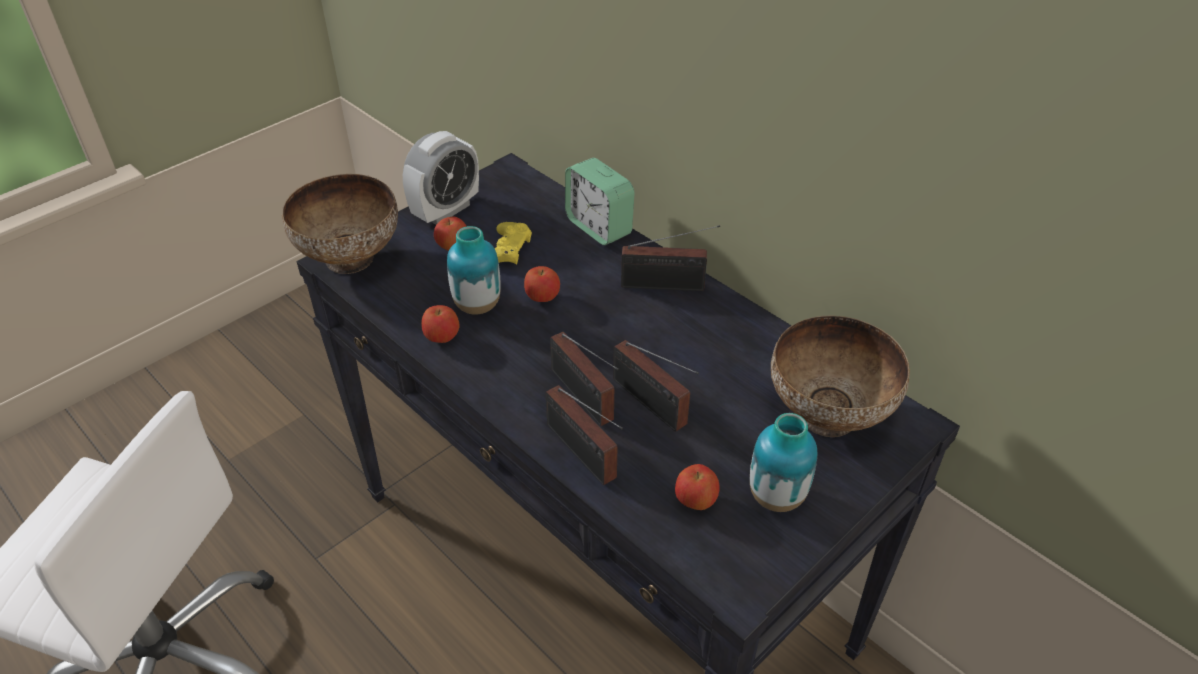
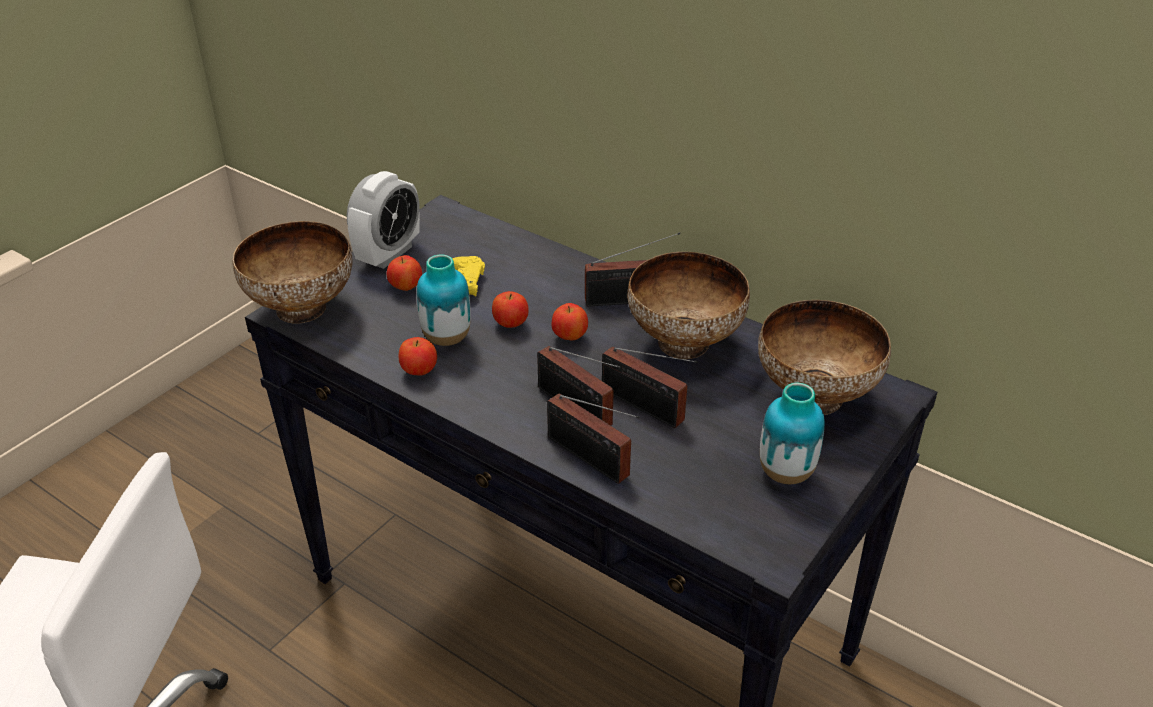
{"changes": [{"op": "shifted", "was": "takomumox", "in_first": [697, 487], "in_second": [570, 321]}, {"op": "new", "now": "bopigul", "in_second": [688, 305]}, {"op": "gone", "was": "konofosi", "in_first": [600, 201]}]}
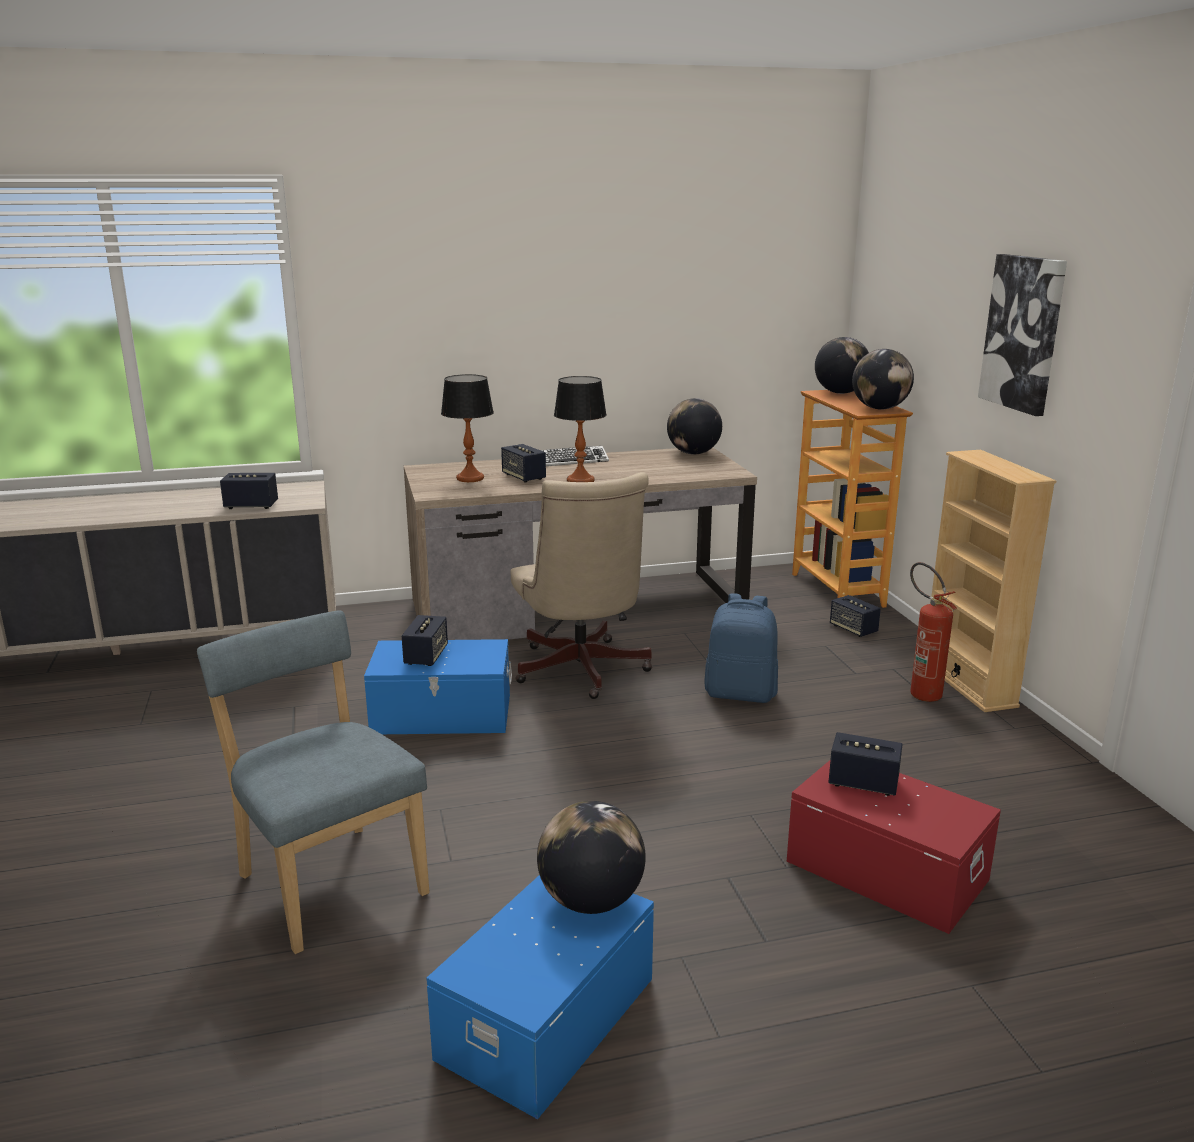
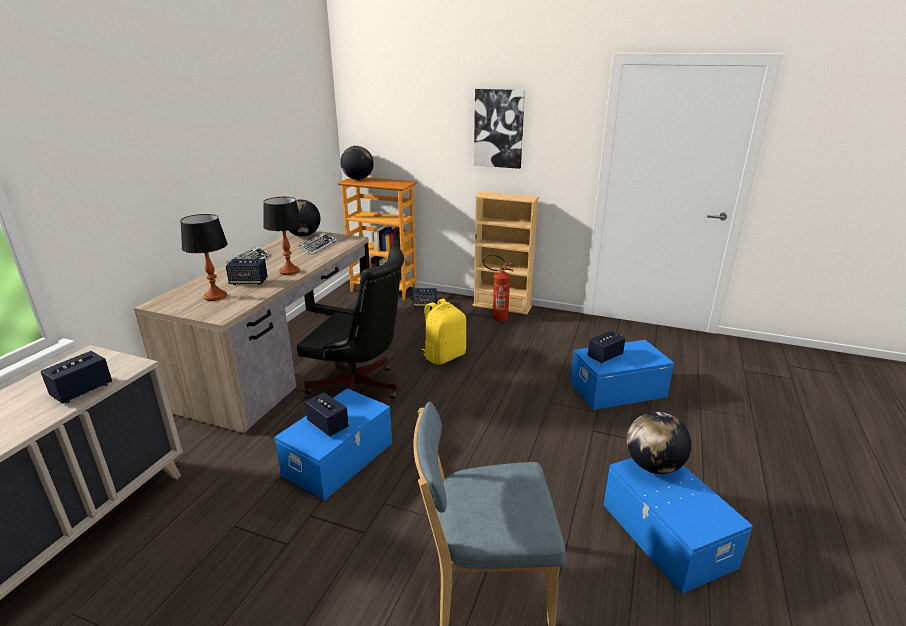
{"changes": [{"op": "repainted", "was": "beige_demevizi", "now": "black_demevizi", "in_first": [581, 585], "in_second": [350, 323]}, {"op": "new", "now": "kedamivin", "in_second": [317, 243]}, {"op": "repainted", "was": "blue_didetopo", "now": "yellow_didetopo", "in_first": [741, 648], "in_second": [444, 332]}, {"op": "repainted", "was": "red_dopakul", "now": "blue_dopakul", "in_first": [894, 847], "in_second": [622, 375]}, {"op": "gone", "was": "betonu", "in_first": [883, 379]}]}
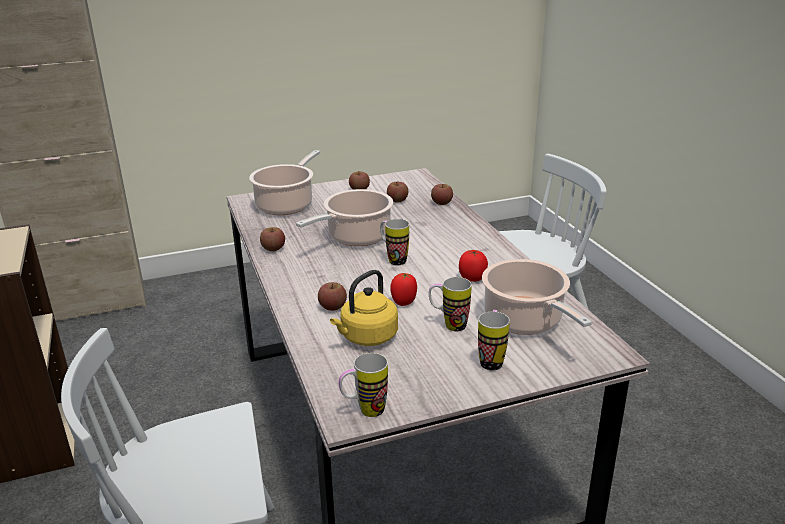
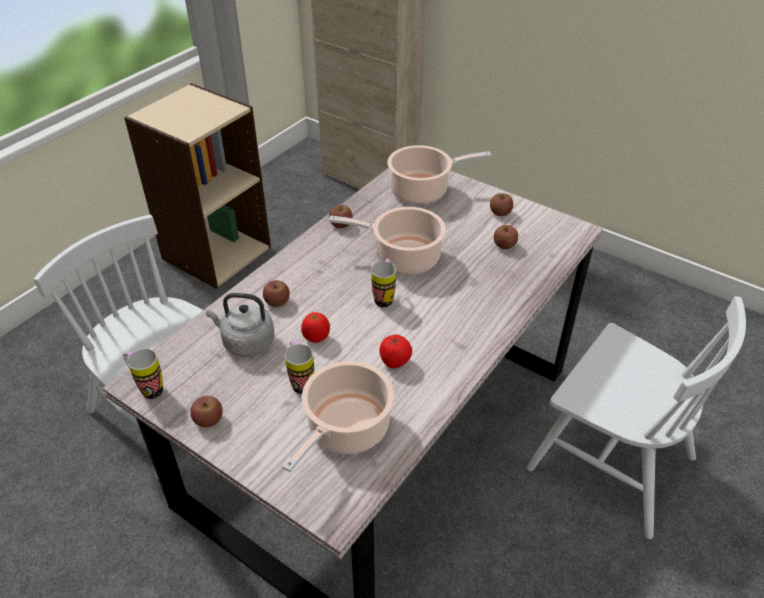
{"changes": [{"op": "shifted", "was": "takomumox", "in_first": [442, 194], "in_second": [206, 411]}, {"op": "repainted", "was": "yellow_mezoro", "now": "grey_mezoro", "in_first": [364, 308], "in_second": [240, 325]}, {"op": "gone", "was": "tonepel", "in_first": [494, 340]}]}
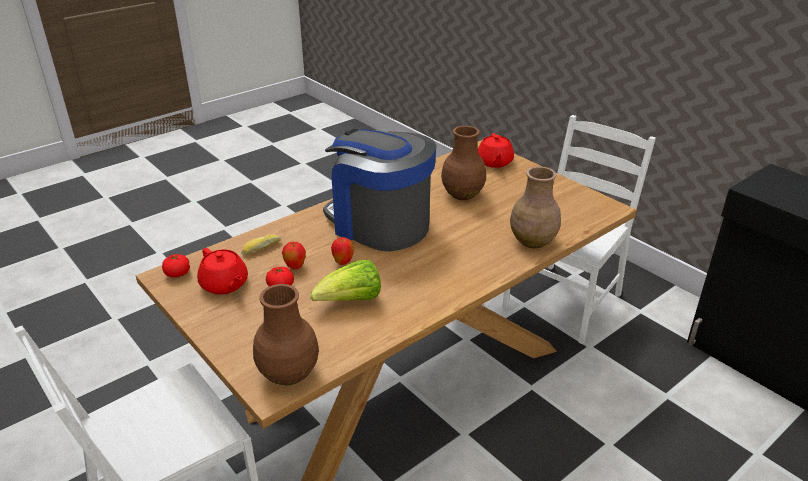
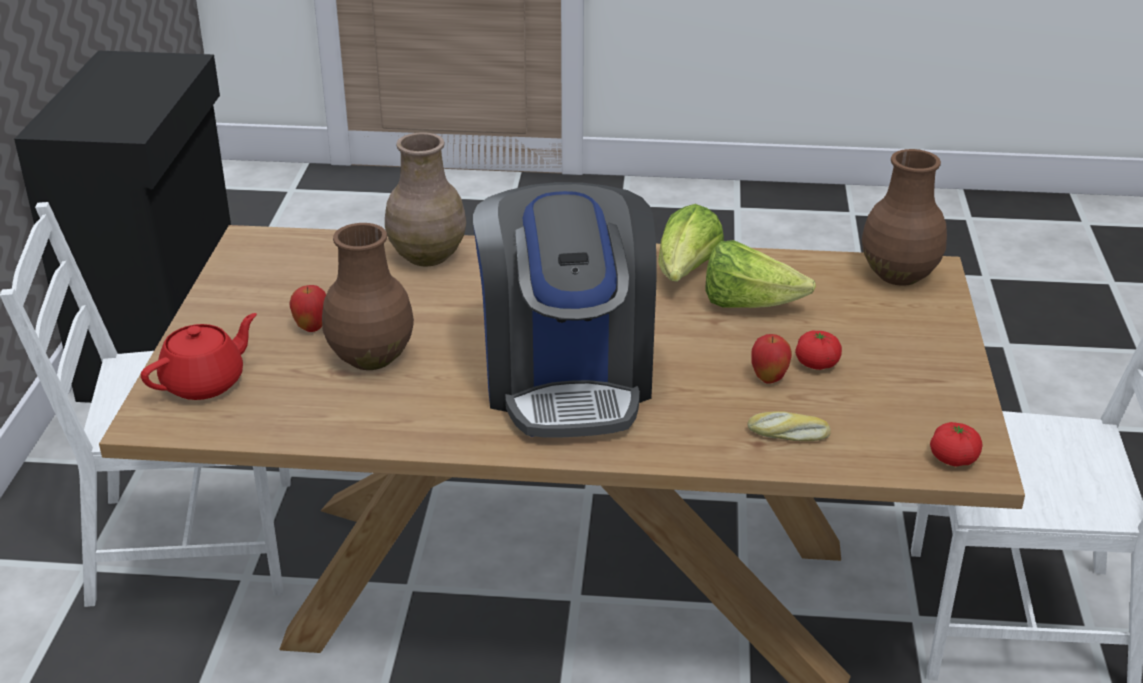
{"changes": [{"op": "shifted", "was": "takomumox", "in_first": [342, 251], "in_second": [307, 308]}, {"op": "new", "now": "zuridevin", "in_second": [691, 243]}, {"op": "gone", "was": "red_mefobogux", "in_first": [222, 271]}]}
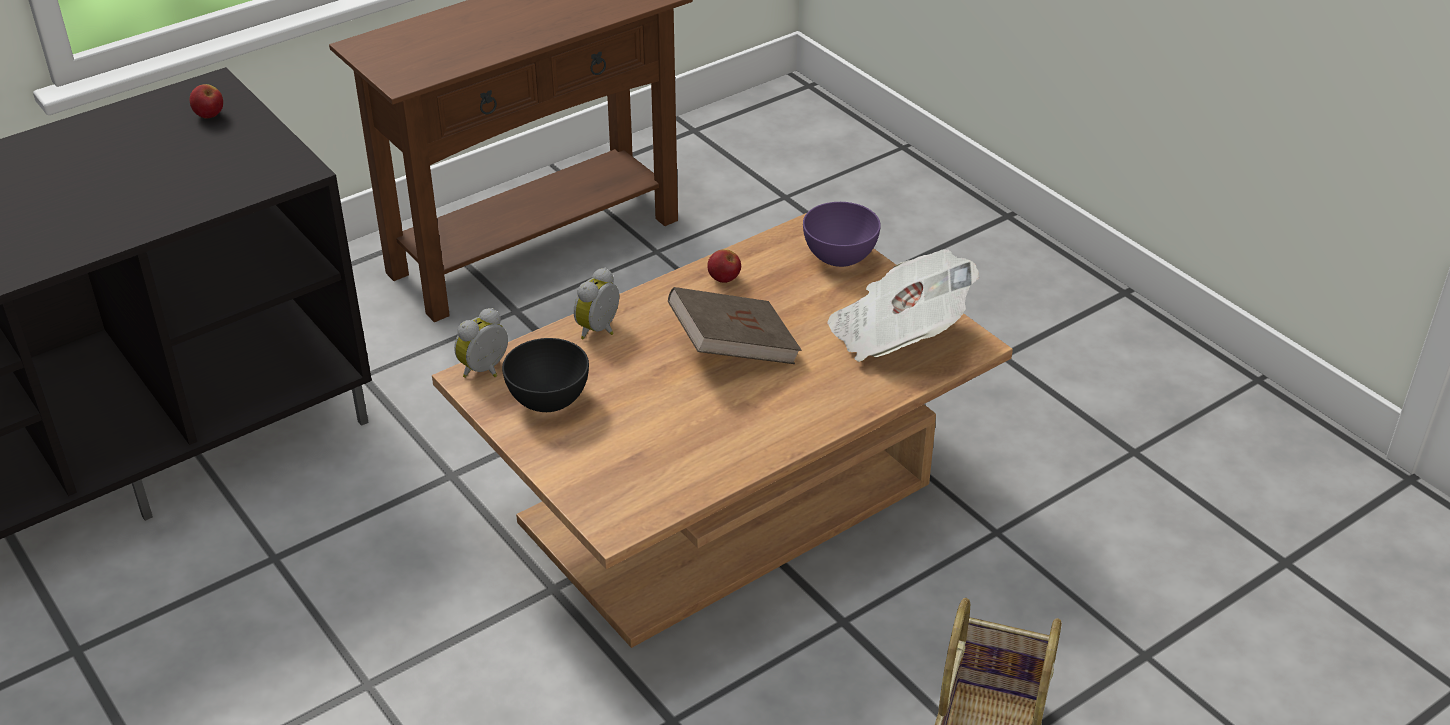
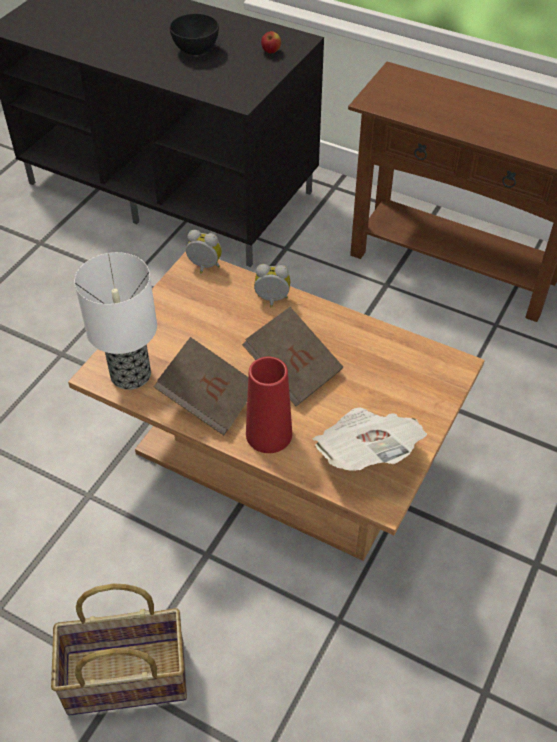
{"changes": [{"op": "new", "now": "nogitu", "in_second": [115, 321]}, {"op": "new", "now": "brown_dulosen", "in_second": [201, 386]}, {"op": "shifted", "was": "black_bopigul", "in_first": [545, 375], "in_second": [194, 34]}, {"op": "new", "now": "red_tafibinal", "in_second": [269, 405]}, {"op": "gone", "was": "takomumox", "in_first": [724, 266]}, {"op": "gone", "was": "purple_bopigul", "in_first": [842, 234]}]}
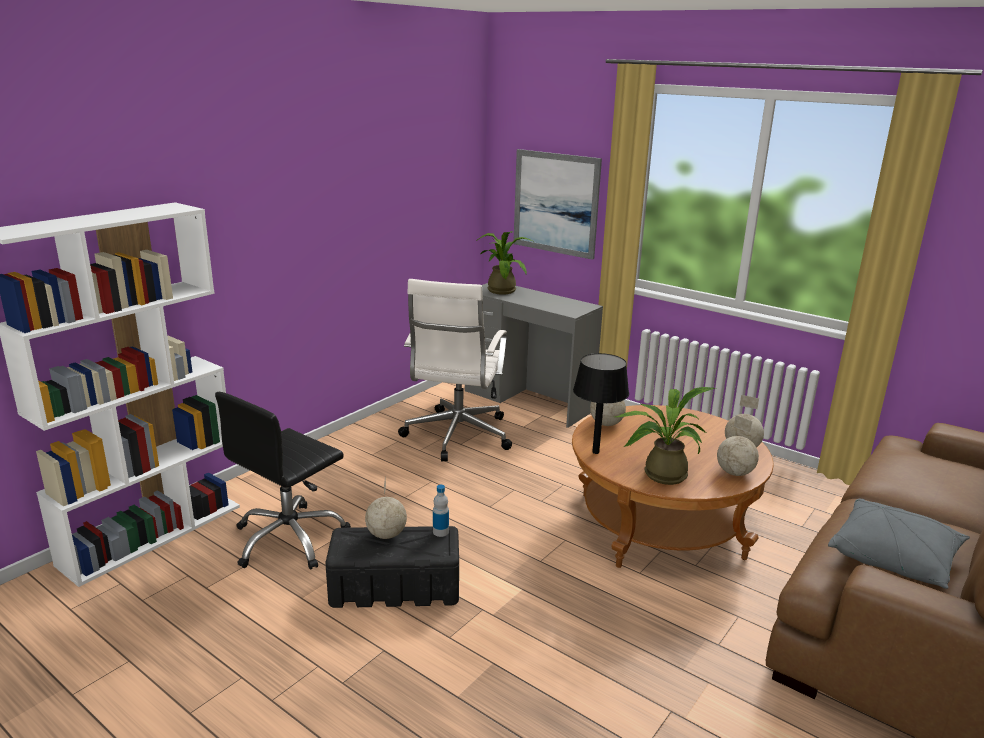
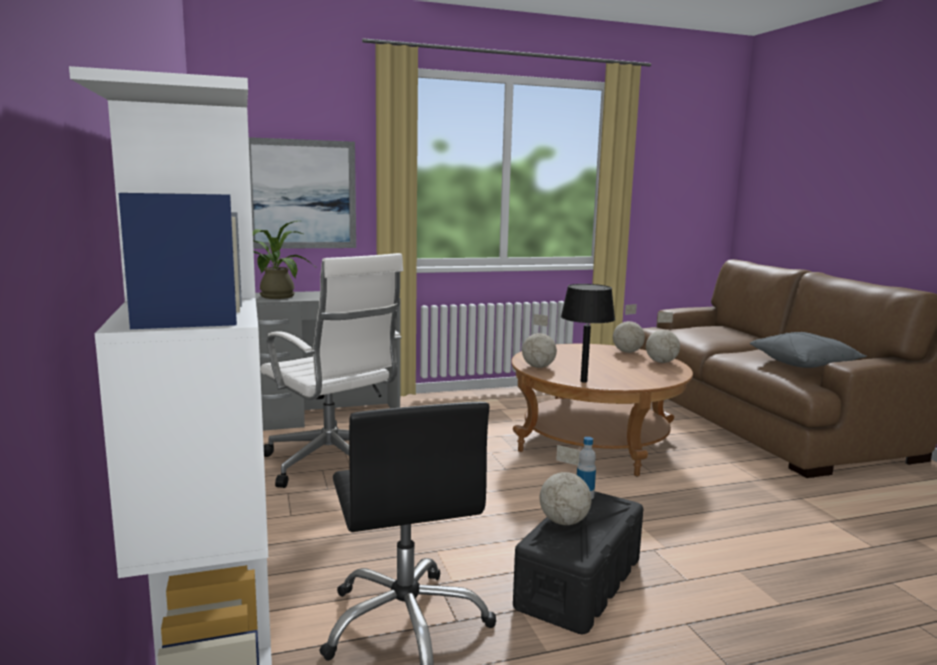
{"changes": [{"op": "gone", "was": "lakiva", "in_first": [665, 436]}]}
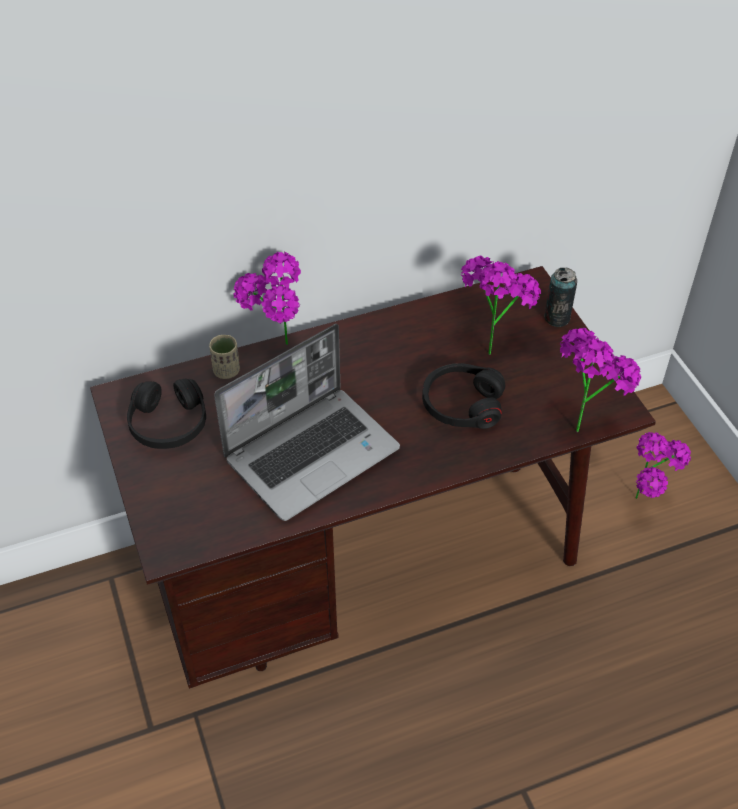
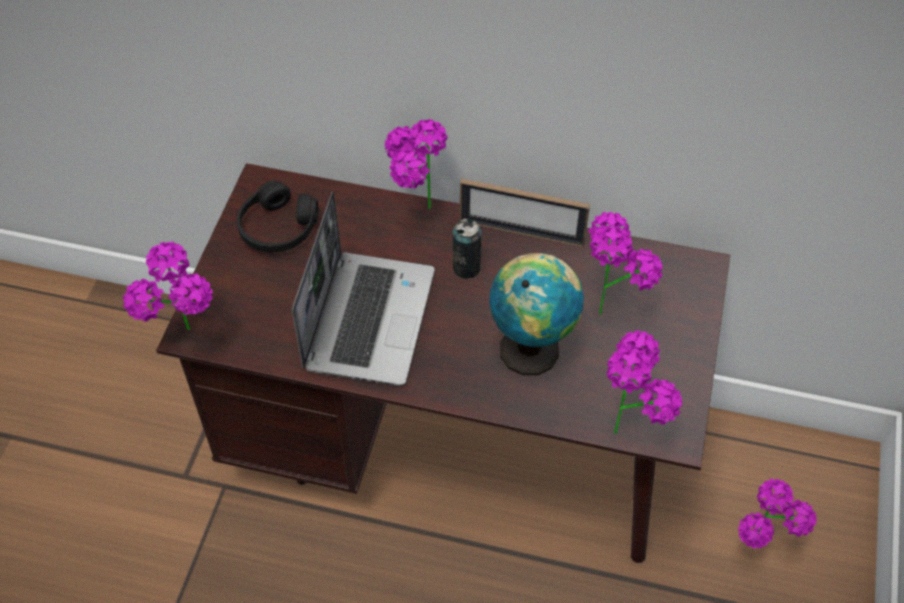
{"changes": [{"op": "new", "now": "lakiva", "in_second": [168, 286]}, {"op": "rotated", "was": "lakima", "in_first": [307, 422], "in_second": [363, 289], "clockwise": -75}, {"op": "shifted", "was": "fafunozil", "in_first": [560, 297], "in_second": [467, 249]}, {"op": "new", "now": "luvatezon", "in_second": [525, 212]}, {"op": "swapped", "was": "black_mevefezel", "now": "betonu", "in_first": [463, 396], "in_second": [536, 314]}, {"op": "gone", "was": "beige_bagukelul", "in_first": [224, 357]}]}
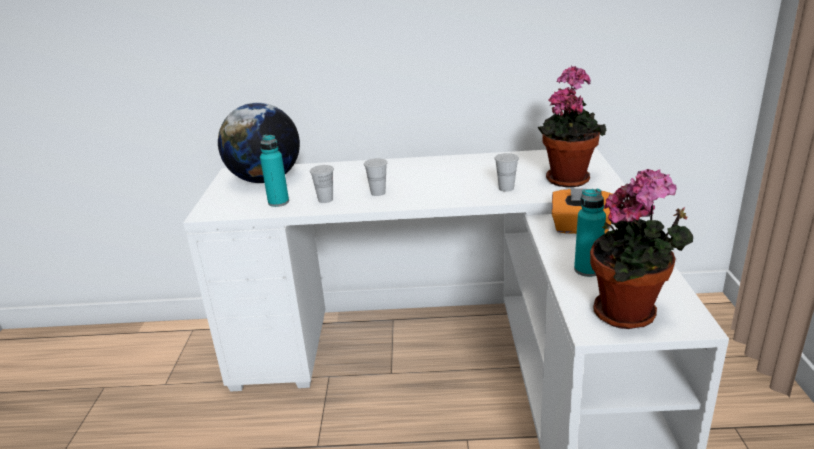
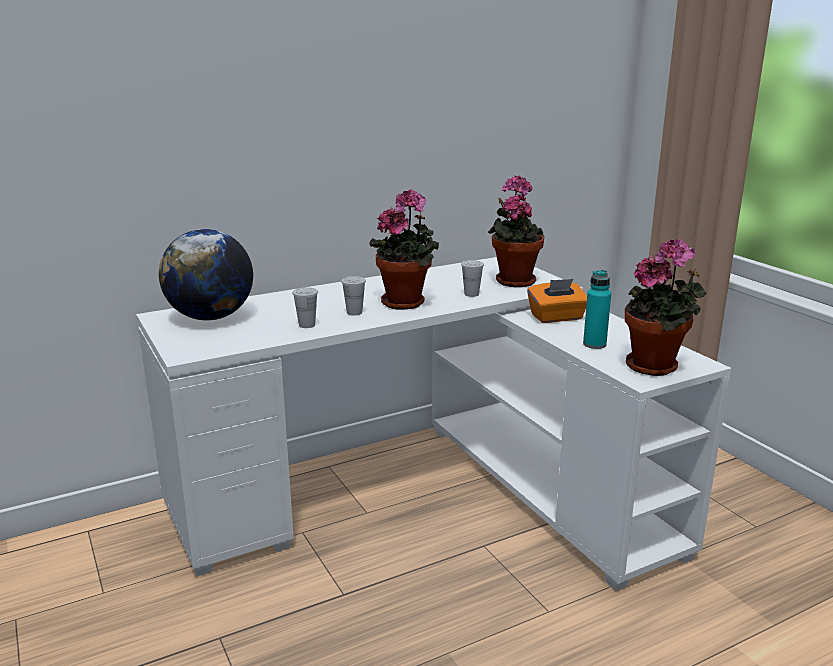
{"changes": [{"op": "new", "now": "lakiva", "in_second": [404, 249]}, {"op": "gone", "was": "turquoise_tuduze", "in_first": [274, 170]}]}
